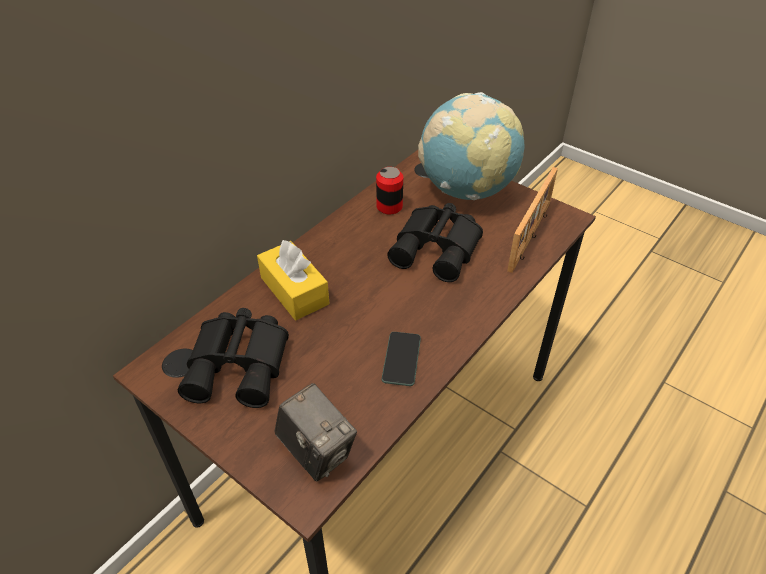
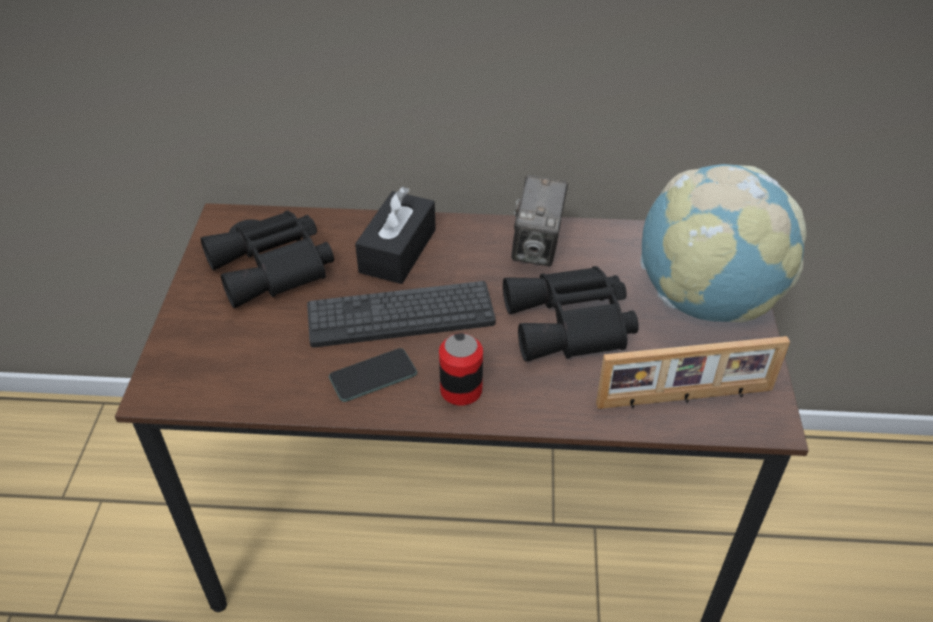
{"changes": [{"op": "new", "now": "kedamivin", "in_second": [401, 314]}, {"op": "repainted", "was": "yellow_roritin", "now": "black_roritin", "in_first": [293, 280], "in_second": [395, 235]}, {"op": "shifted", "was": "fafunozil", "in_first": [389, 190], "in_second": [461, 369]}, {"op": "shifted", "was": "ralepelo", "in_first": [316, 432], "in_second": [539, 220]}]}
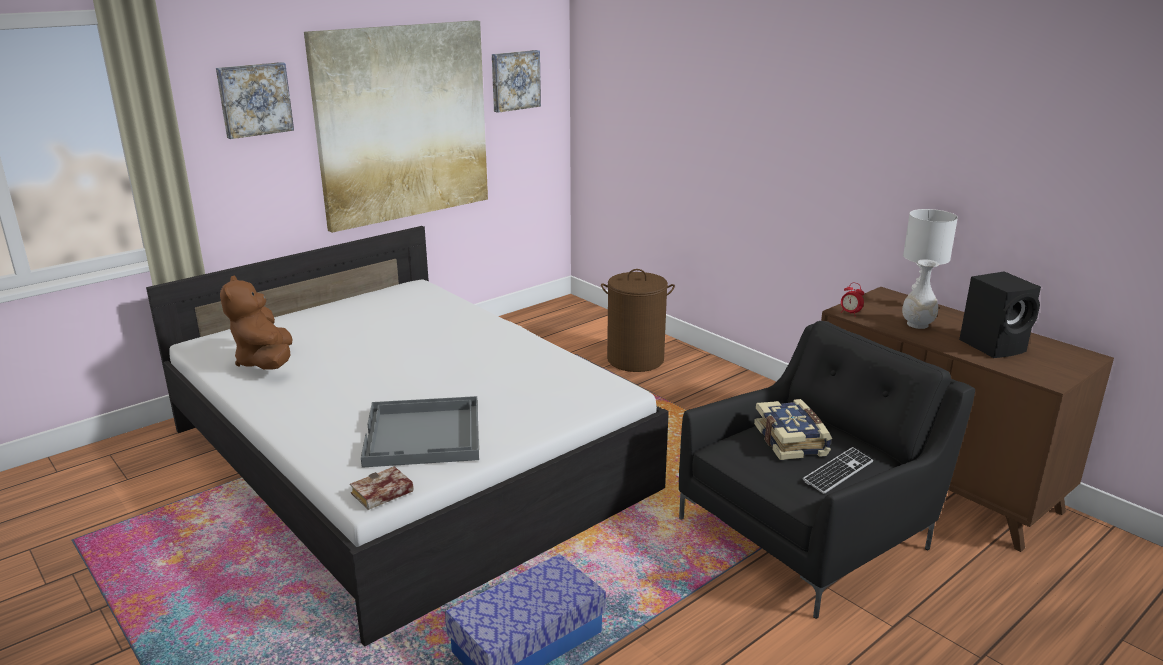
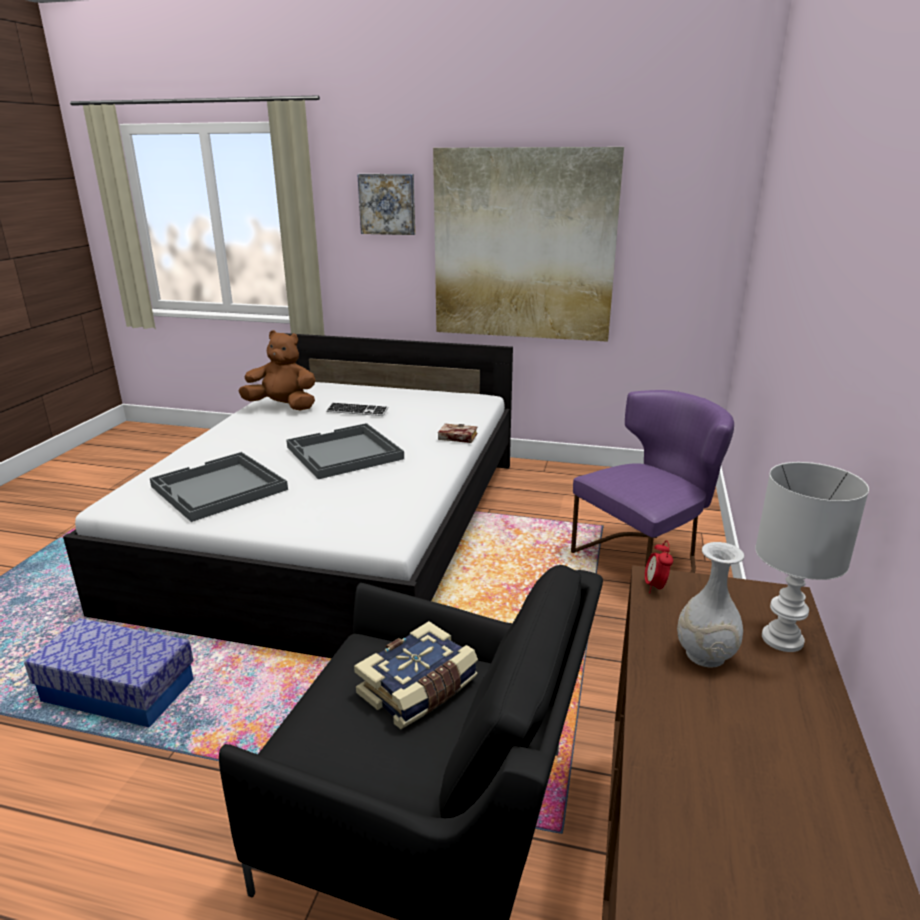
{"changes": [{"op": "rotated", "was": "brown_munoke", "in_first": [256, 323], "in_second": [277, 370], "clockwise": 60}, {"op": "new", "now": "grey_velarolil", "in_second": [345, 451]}, {"op": "shifted", "was": "kedamivin", "in_first": [838, 470], "in_second": [357, 409]}, {"op": "shifted", "was": "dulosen", "in_first": [382, 488], "in_second": [458, 433]}, {"op": "swapped", "was": "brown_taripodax", "now": "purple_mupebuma", "in_first": [638, 320], "in_second": [652, 481]}, {"op": "gone", "was": "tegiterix", "in_first": [516, 81]}, {"op": "gone", "was": "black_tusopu", "in_first": [1000, 314]}]}
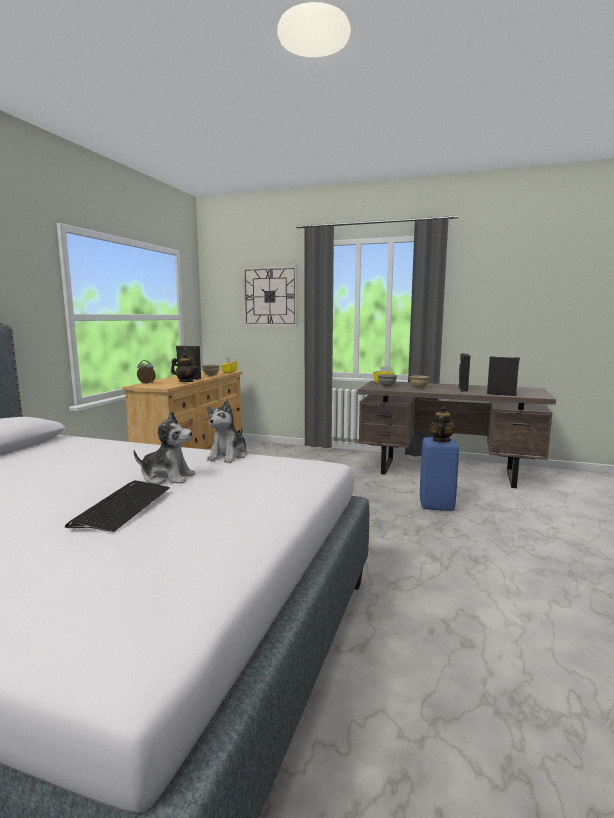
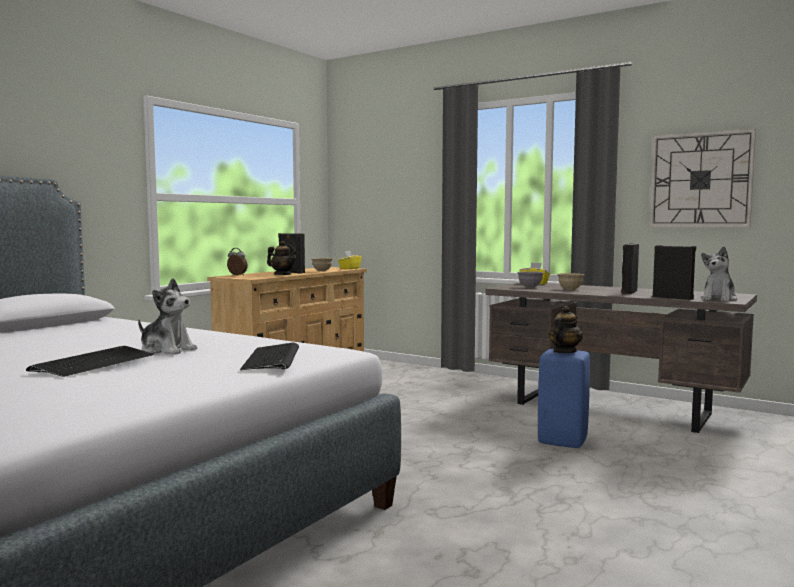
{"changes": [{"op": "new", "now": "kedamivin", "in_second": [269, 356]}, {"op": "shifted", "was": "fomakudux", "in_first": [269, 296], "in_second": [702, 178]}, {"op": "shifted", "was": "munoke", "in_first": [227, 431], "in_second": [719, 274]}]}
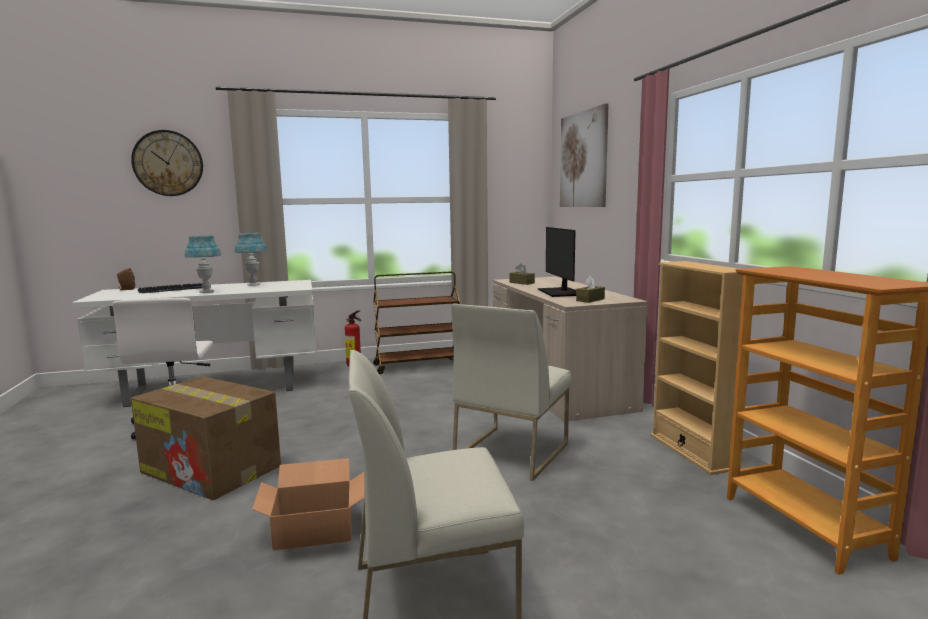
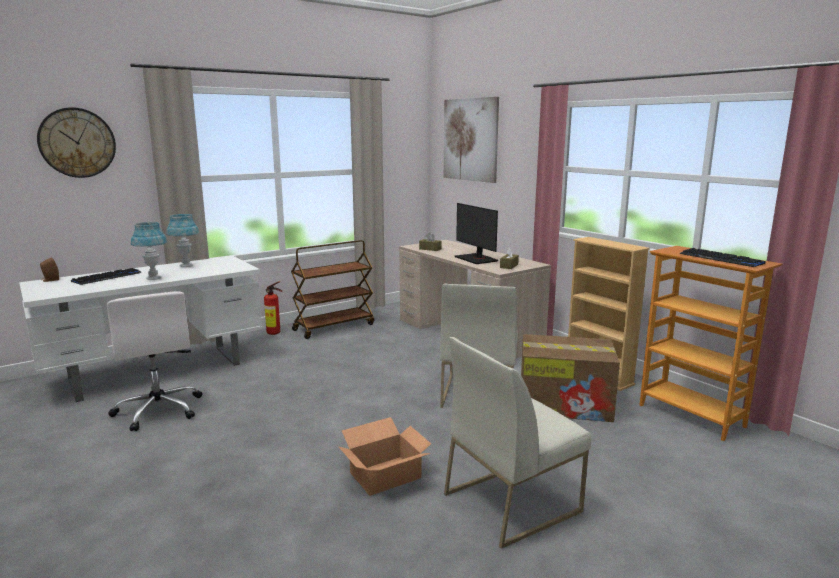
{"changes": [{"op": "shifted", "was": "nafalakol", "in_first": [206, 438], "in_second": [570, 378]}, {"op": "new", "now": "kedamivin", "in_second": [723, 257]}]}
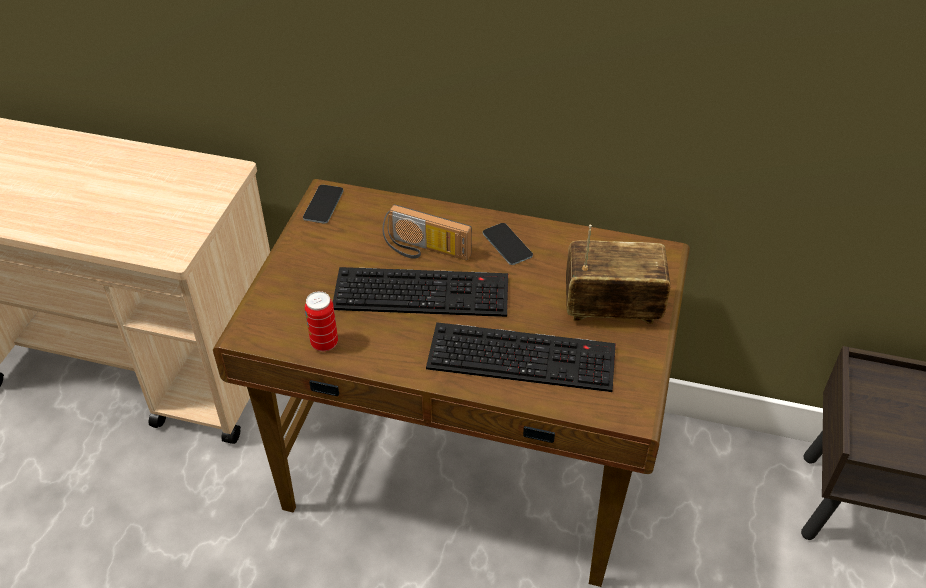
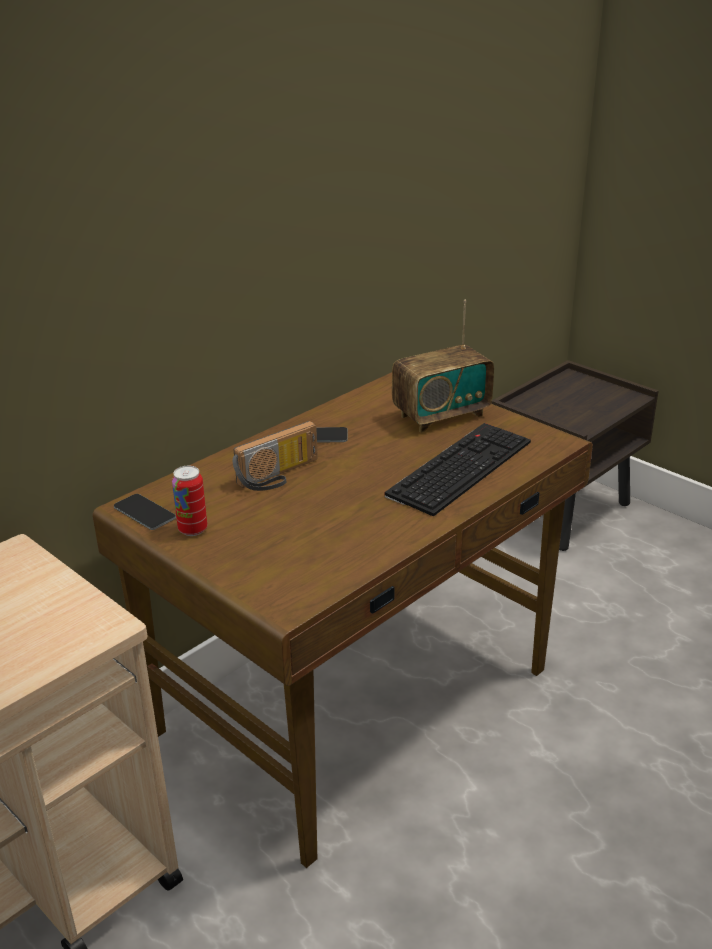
{"changes": [{"op": "shifted", "was": "fafunozil", "in_first": [321, 321], "in_second": [189, 501]}, {"op": "rotated", "was": "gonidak", "in_first": [618, 274], "in_second": [443, 366], "clockwise": -150}, {"op": "gone", "was": "kedamivin", "in_first": [420, 292]}]}
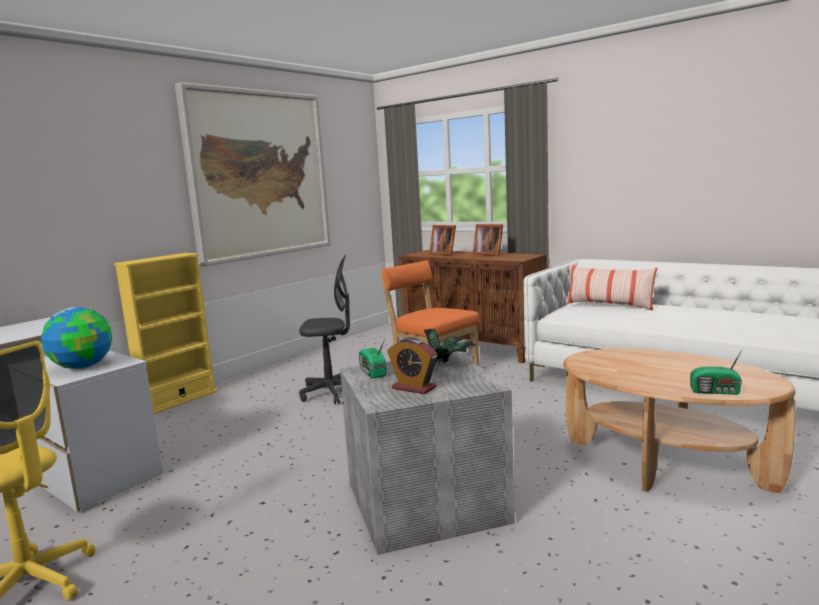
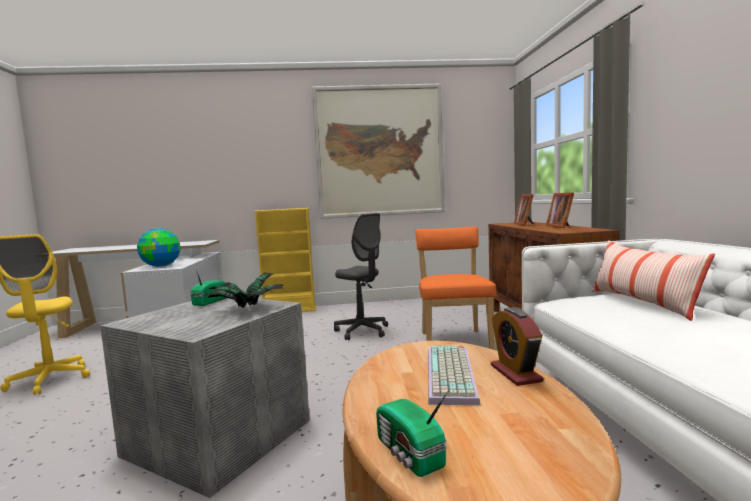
{"changes": [{"op": "new", "now": "kedamivin", "in_second": [454, 375]}, {"op": "shifted", "was": "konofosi", "in_first": [412, 366], "in_second": [517, 346]}]}
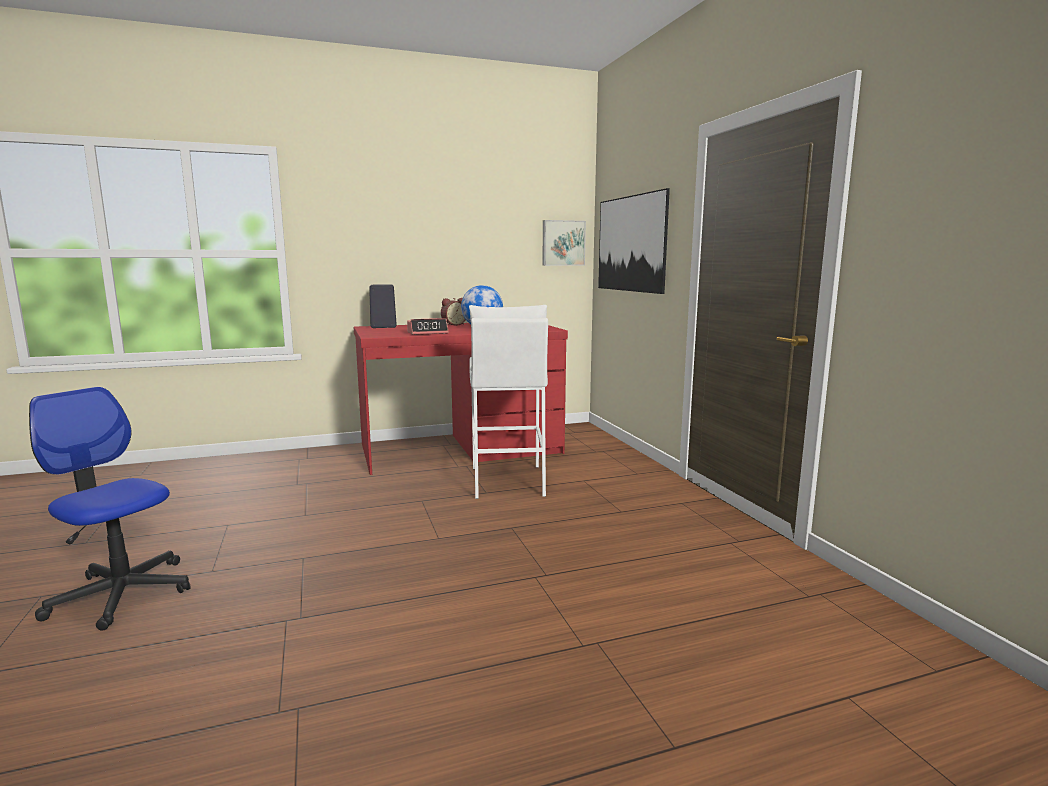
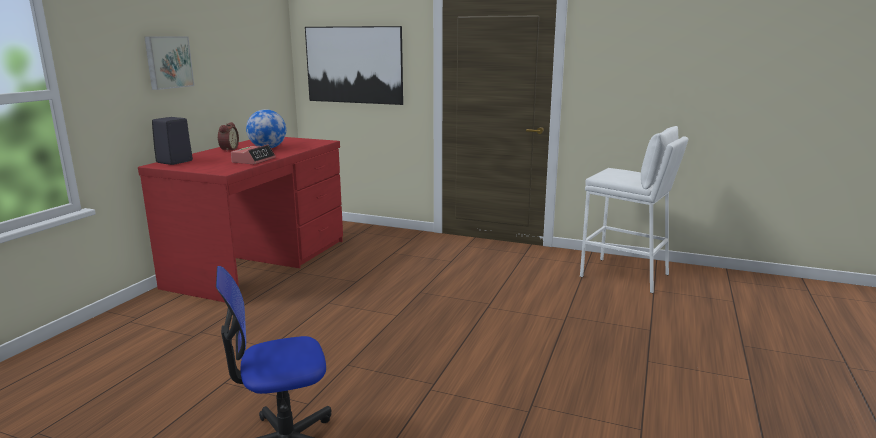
{"changes": [{"op": "shifted", "was": "tegiterix", "in_first": [564, 243], "in_second": [169, 63]}, {"op": "shifted", "was": "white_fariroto", "in_first": [508, 402], "in_second": [634, 209]}]}
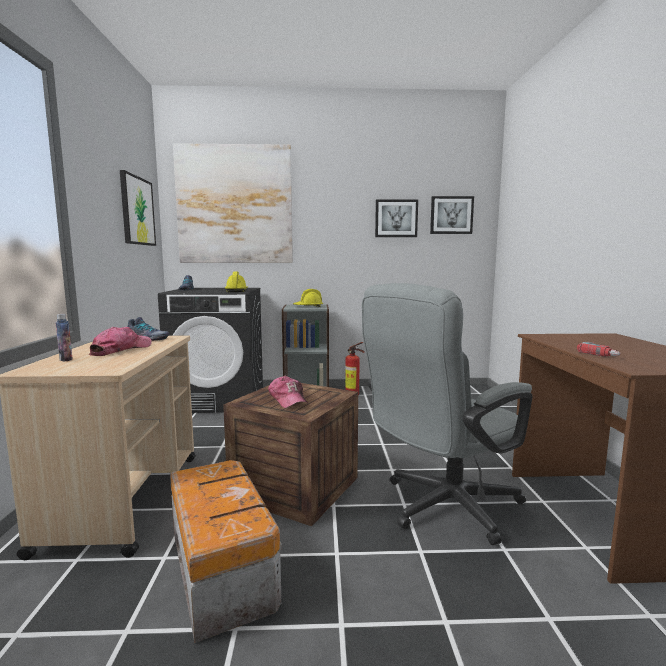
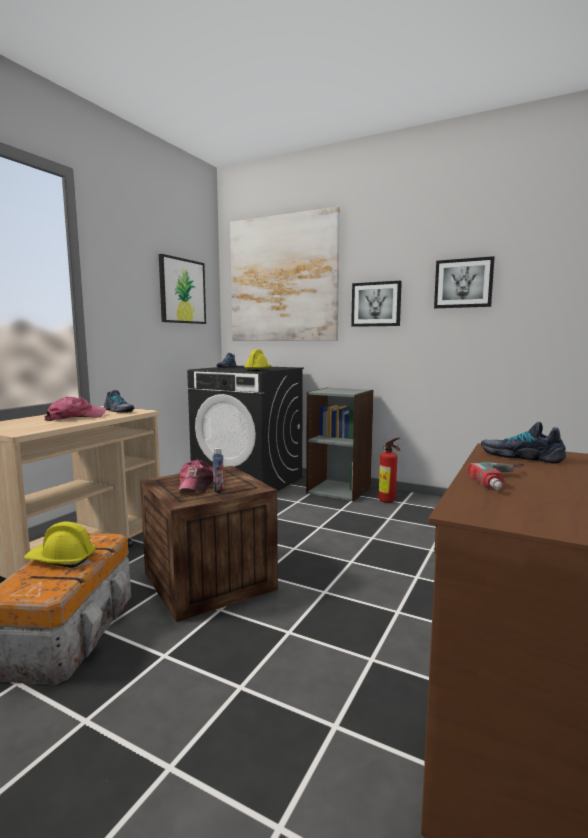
{"changes": [{"op": "shifted", "was": "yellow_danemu", "in_first": [308, 298], "in_second": [60, 545]}, {"op": "shifted", "was": "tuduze", "in_first": [64, 338], "in_second": [218, 470]}, {"op": "shifted", "was": "tegiterix", "in_first": [452, 215], "in_second": [376, 304]}, {"op": "new", "now": "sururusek", "in_second": [523, 443]}, {"op": "gone", "was": "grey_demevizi", "in_first": [447, 414]}]}
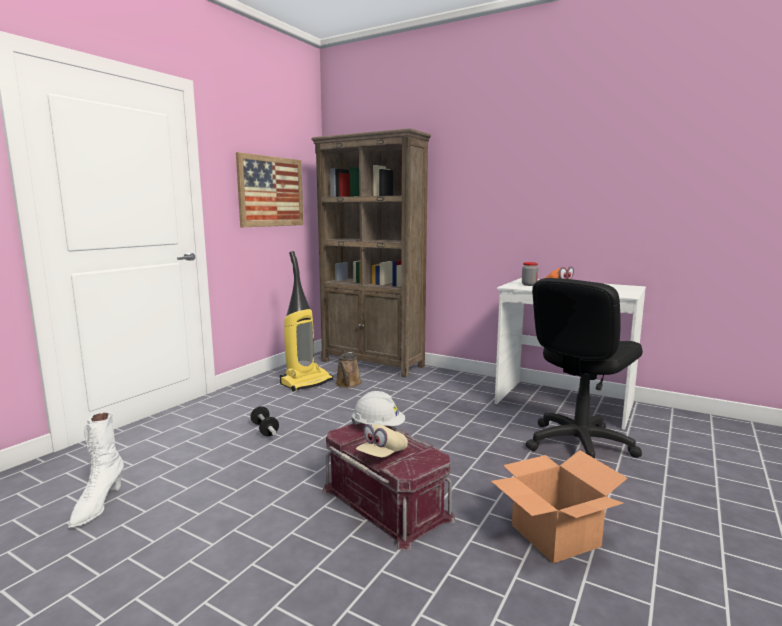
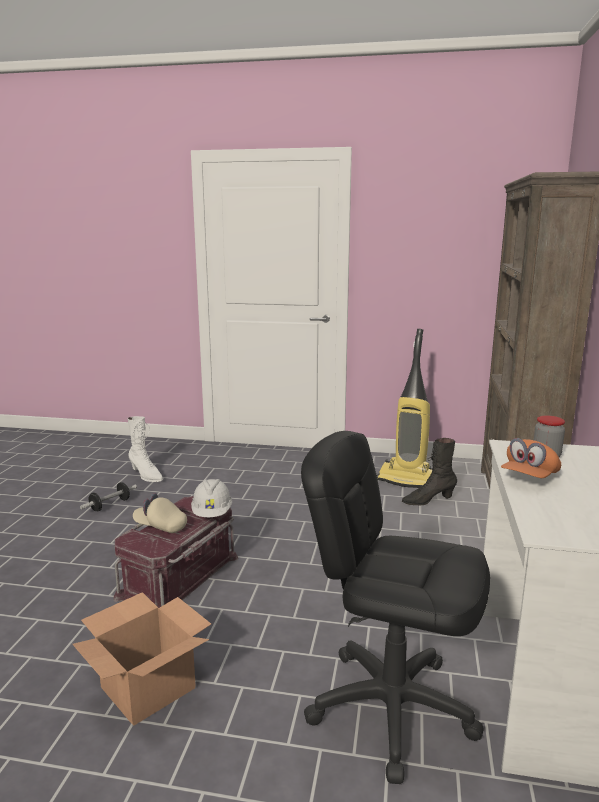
{"changes": [{"op": "shifted", "was": "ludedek", "in_first": [265, 421], "in_second": [108, 497]}, {"op": "rotated", "was": "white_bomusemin", "in_first": [96, 470], "in_second": [145, 449], "clockwise": -120}, {"op": "swapped", "was": "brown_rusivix", "now": "black_bomusemin", "in_first": [348, 370], "in_second": [429, 471]}, {"op": "gone", "was": "tegiterix", "in_first": [270, 189]}]}
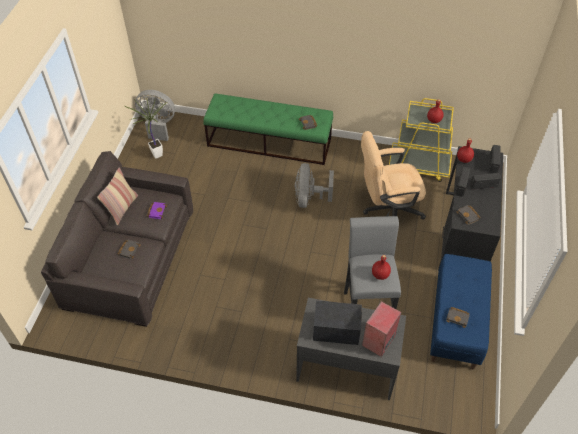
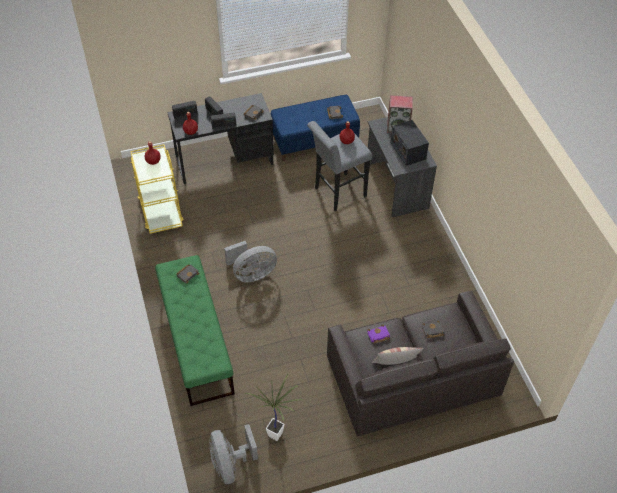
{"changes": [{"op": "gone", "was": "beige_demevizi", "in_first": [393, 175]}]}
